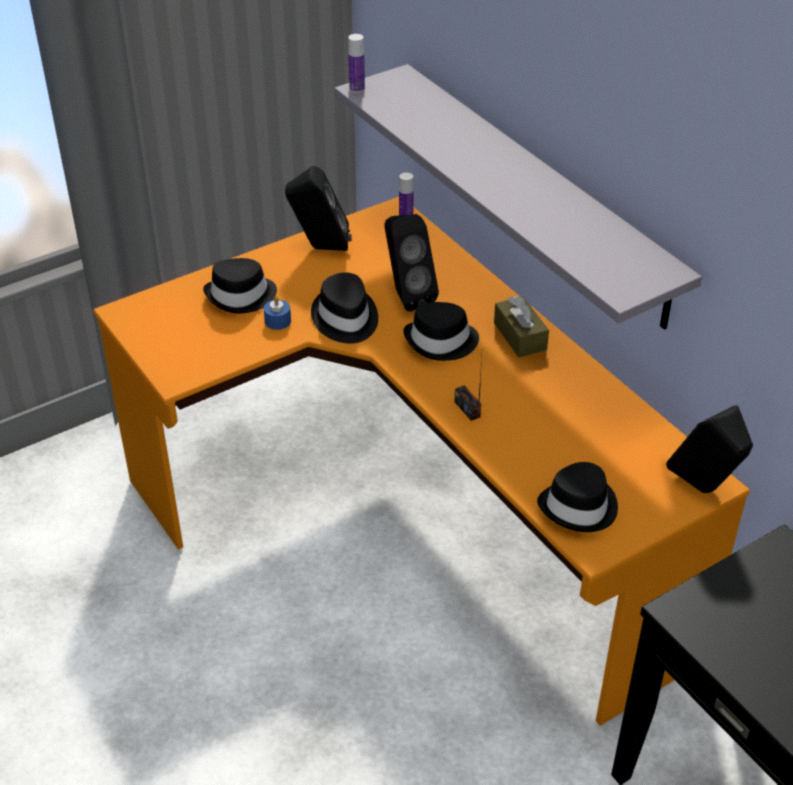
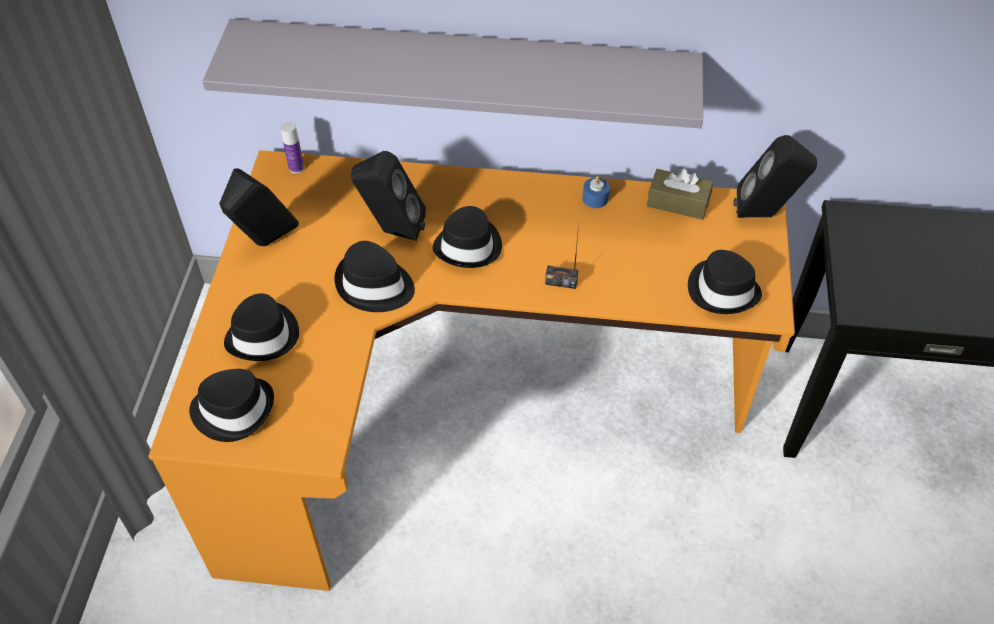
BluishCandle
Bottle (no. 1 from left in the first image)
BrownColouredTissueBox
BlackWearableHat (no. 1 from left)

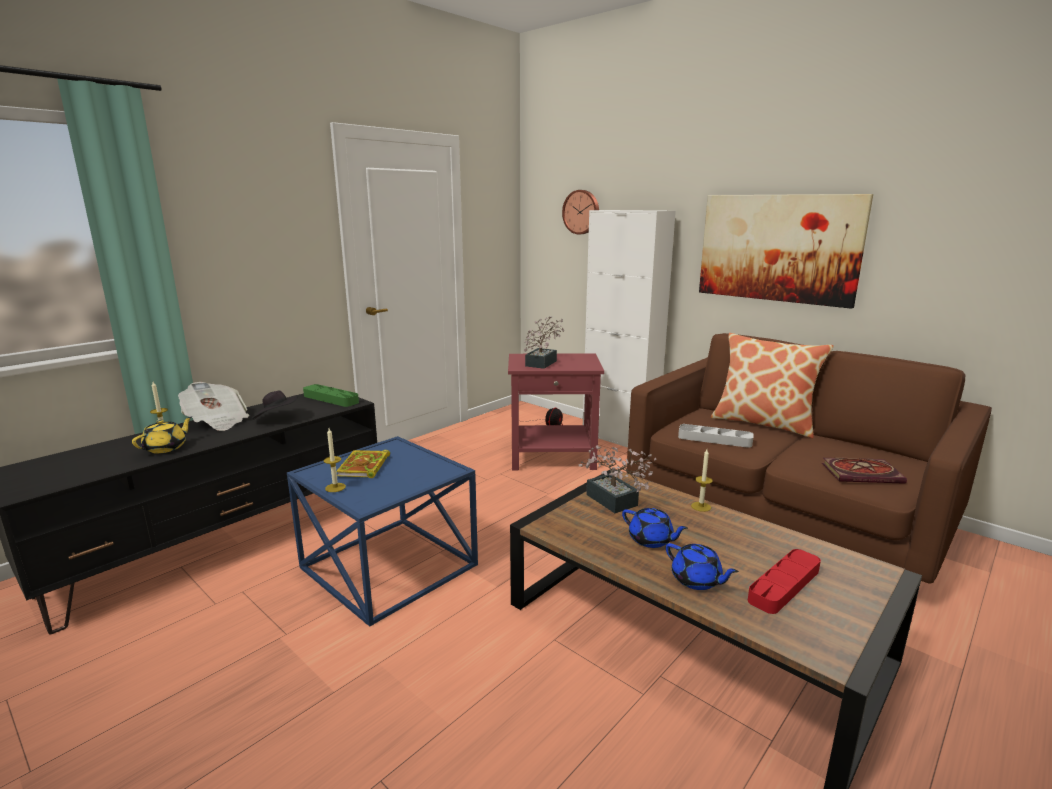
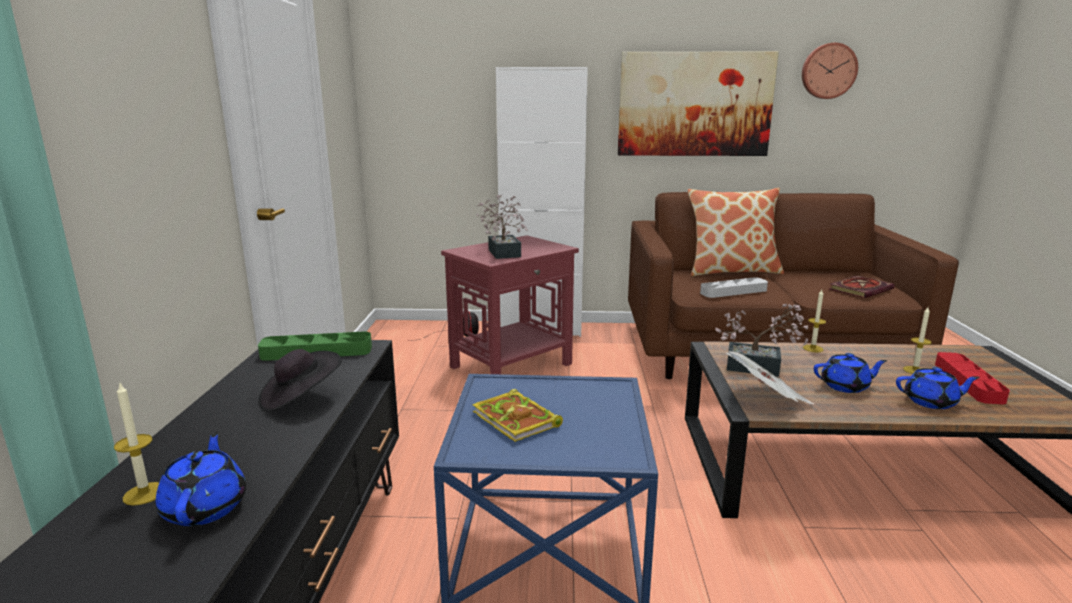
BluishTeaPot (no. 1 from left)
Newspaper
Candle (no. 3 from left)
WallClock

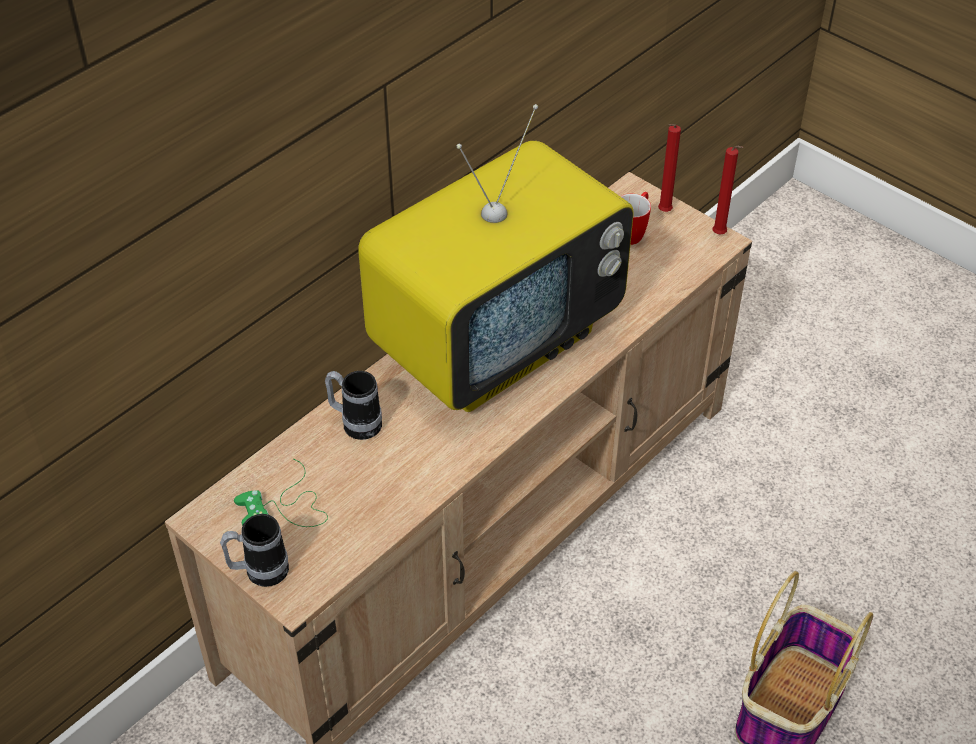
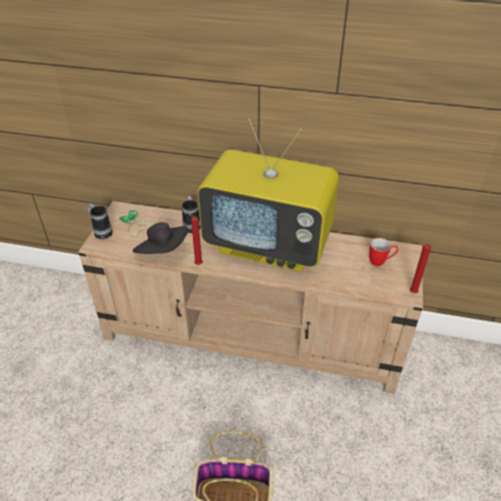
ReddishCandle (no. 1 from left)
BlackWearableHat

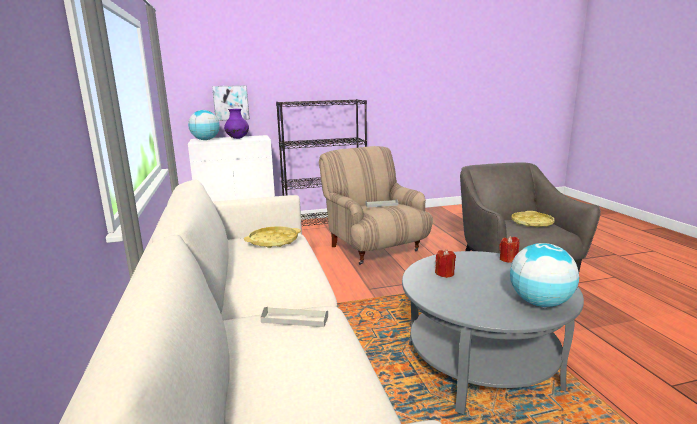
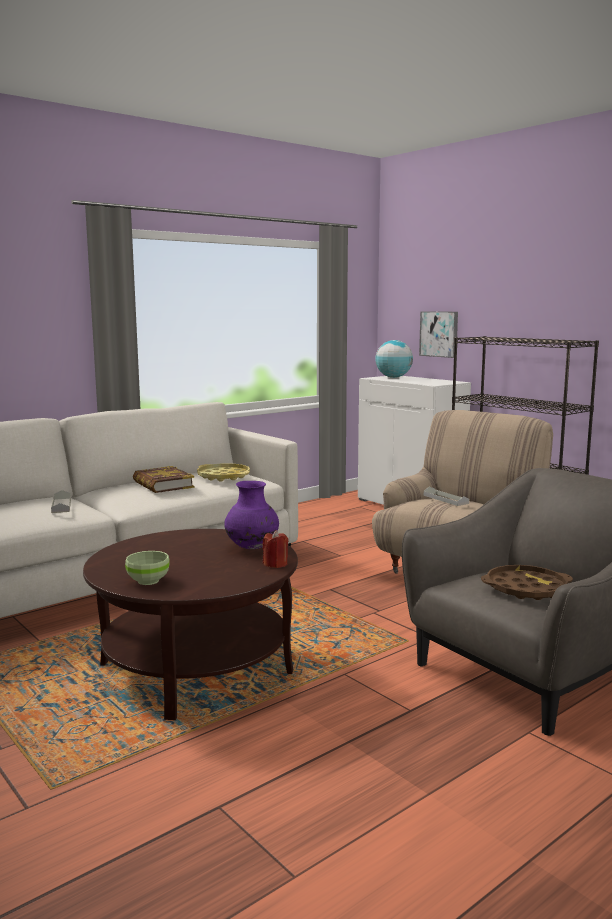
PurpleDecorativeVase
BrownColouredCoffeeTable
ReddishCandle (no. 1 from left in the first image)
GreenColouredServingBowl
BrownColouredServingTray
BoundBook

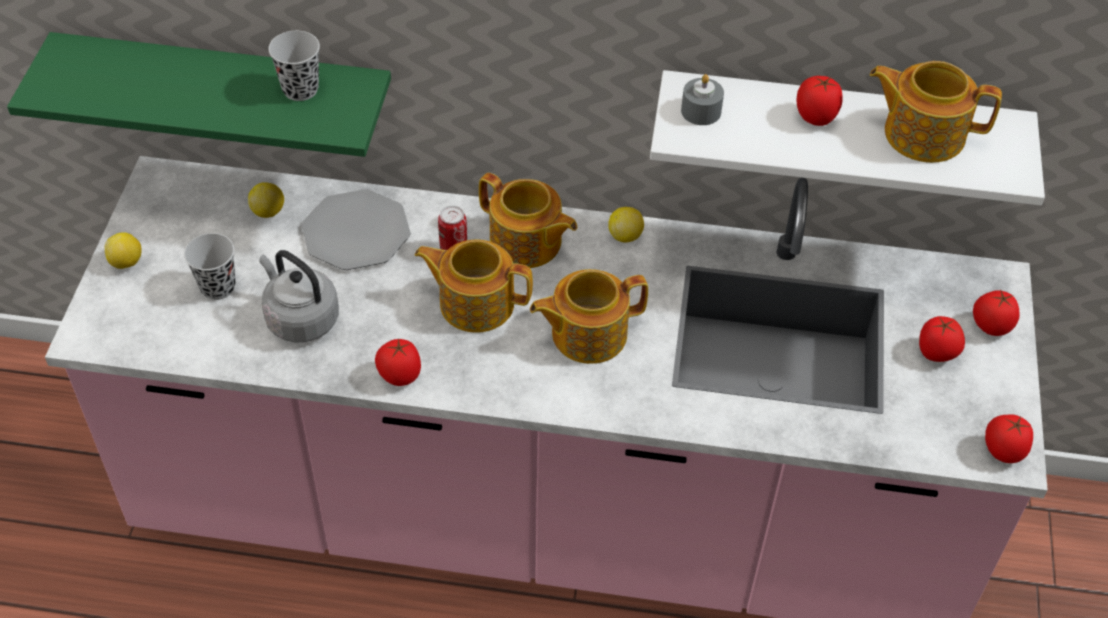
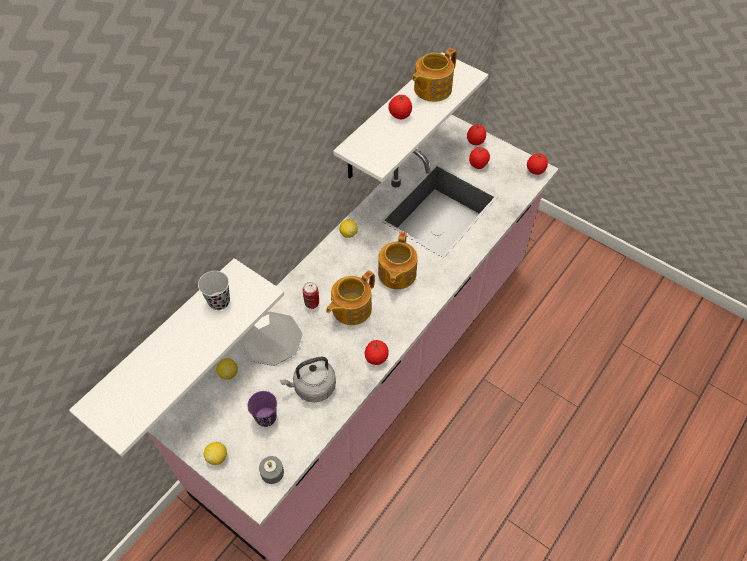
WhitishWallShelf (no. 1 from left)
PurpleCup
TeaPot (no. 2 from left in the first image)
GreyishCandle

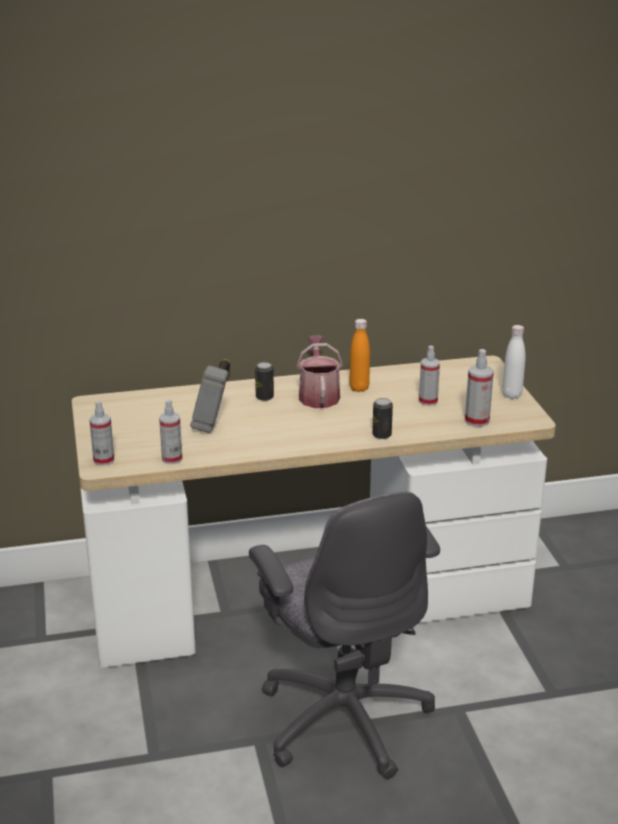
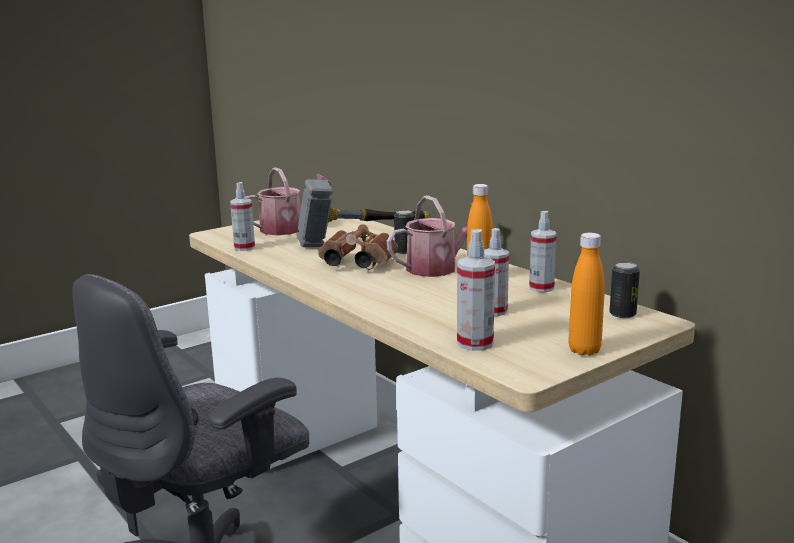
SprayBottle (no. 4 from left)
Can (no. 2 from left)
OrangeColouredBottle (no. 2 from left)
SprinklingCan (no. 1 from left)
BrownColouredPairOfBinoculars

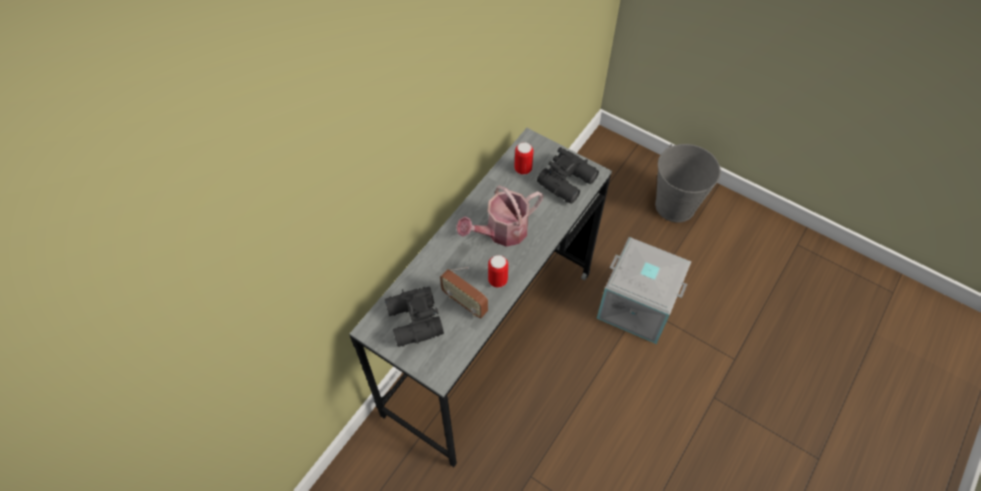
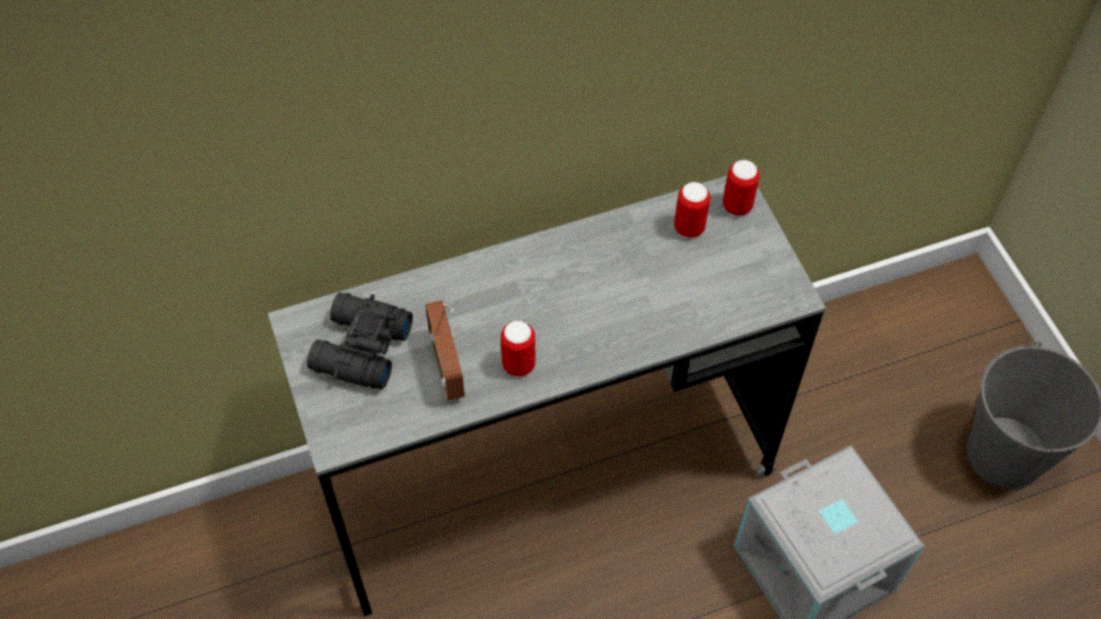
SprinklingCan
BlackPairOfBinoculars (no. 2 from left in the first image)
Can (no. 3 from left)

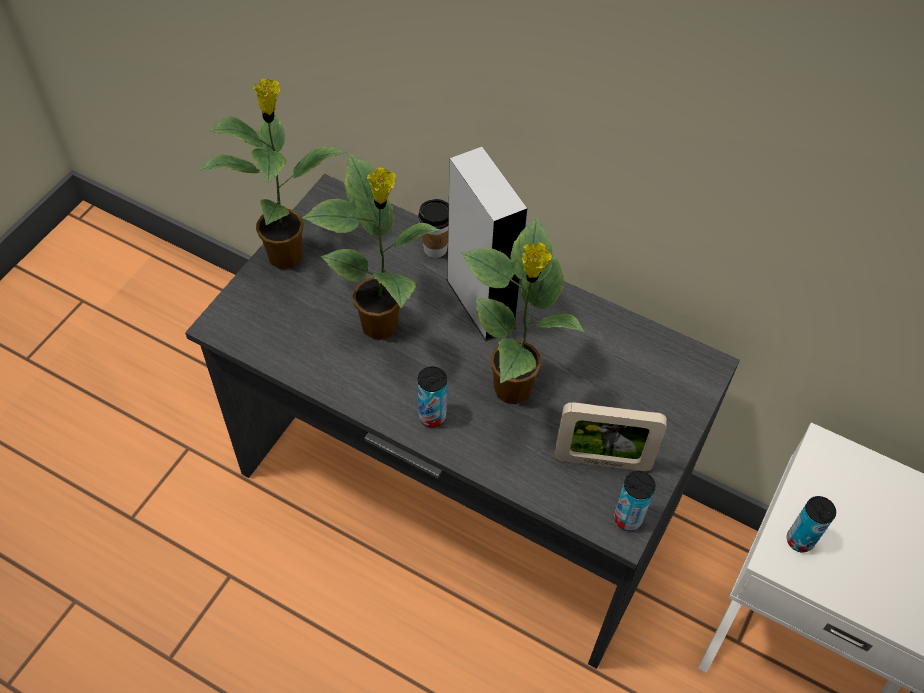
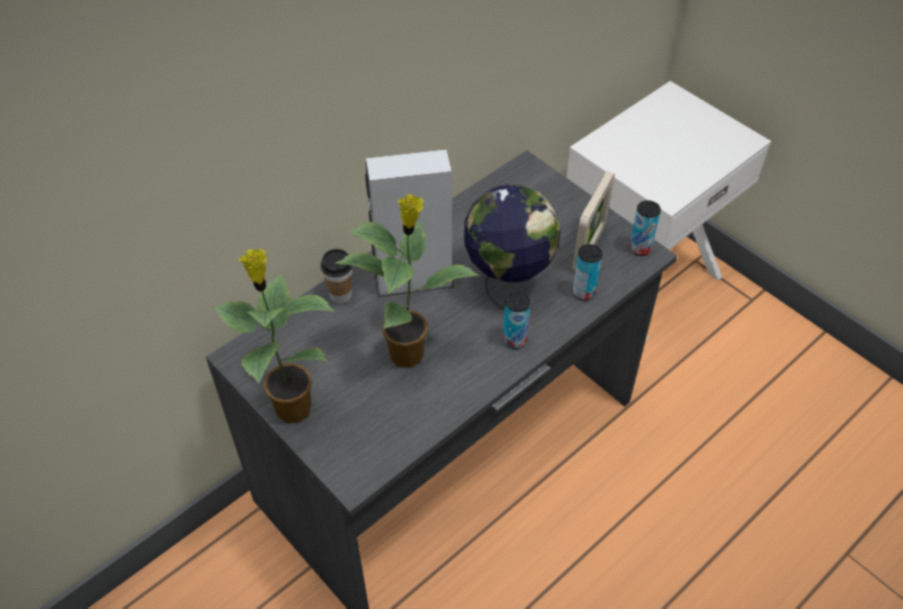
Globe
Can (no. 2 from left)

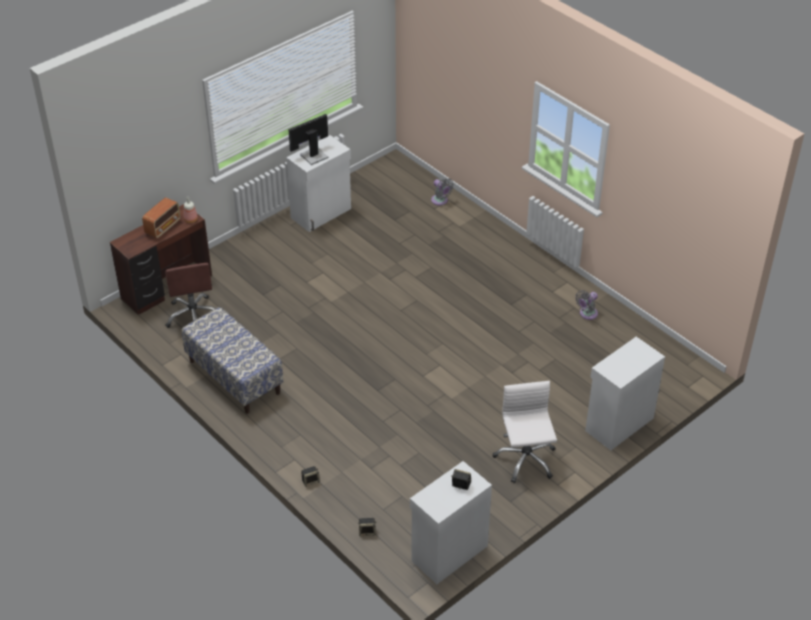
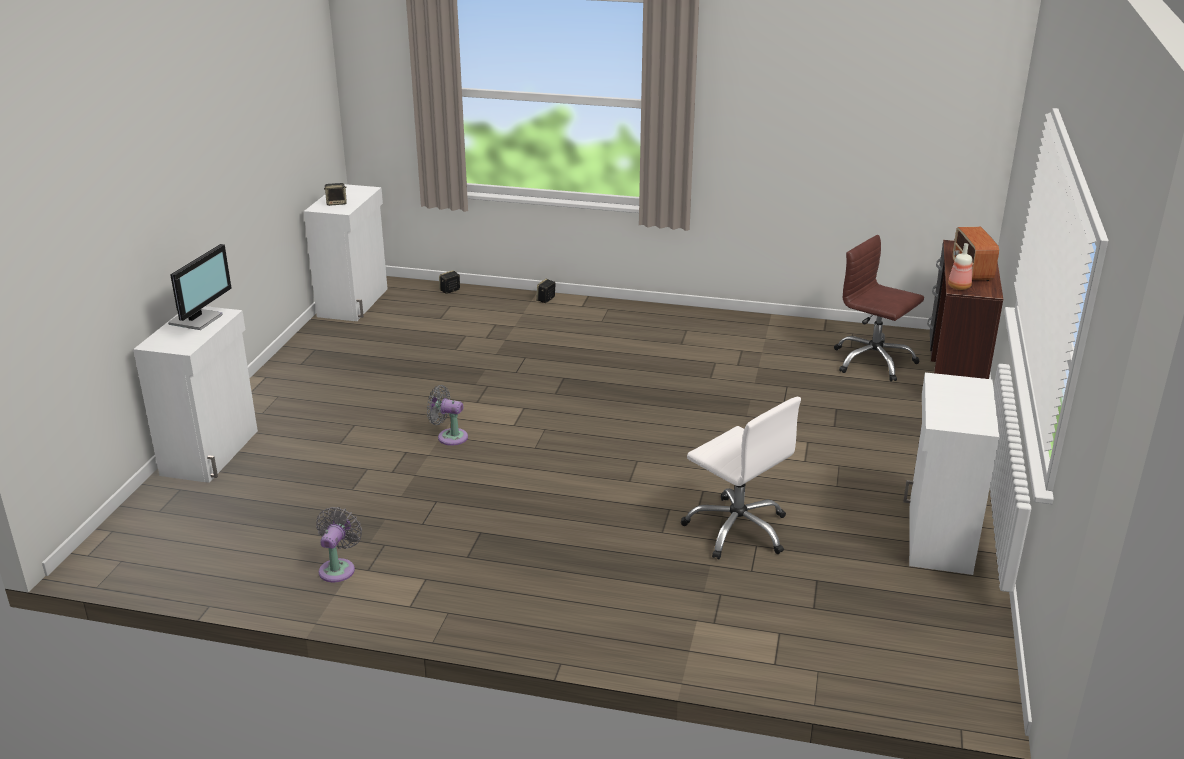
IndoorBench
ComputerScreen
GreyishCoolingFan (no. 2 from left)
WhitishOfficeChair

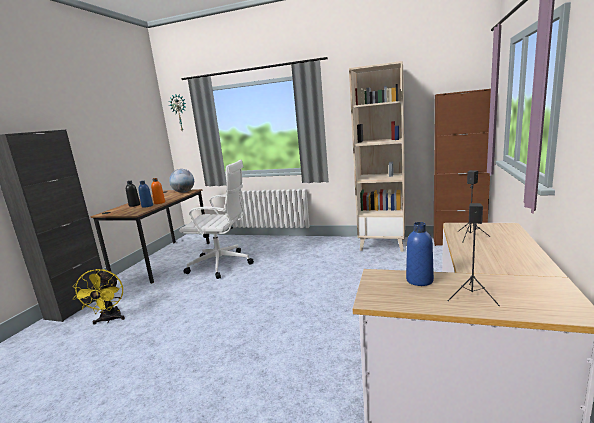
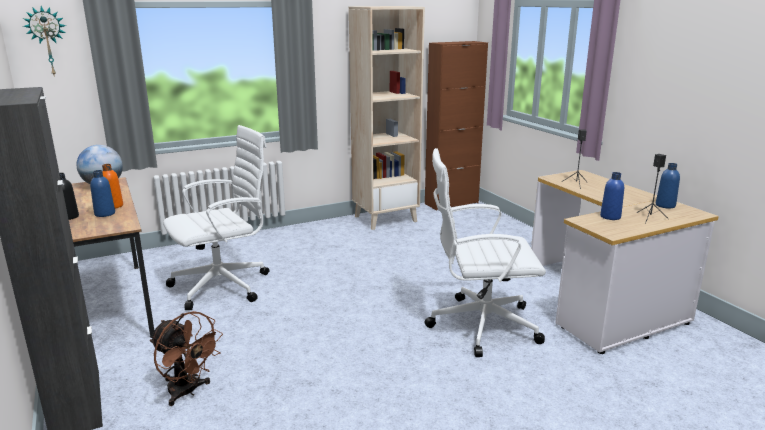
BrownColouredCoolingFan
WhitishOfficeChair (no. 2 from left)
BluishBottle (no. 3 from left)

